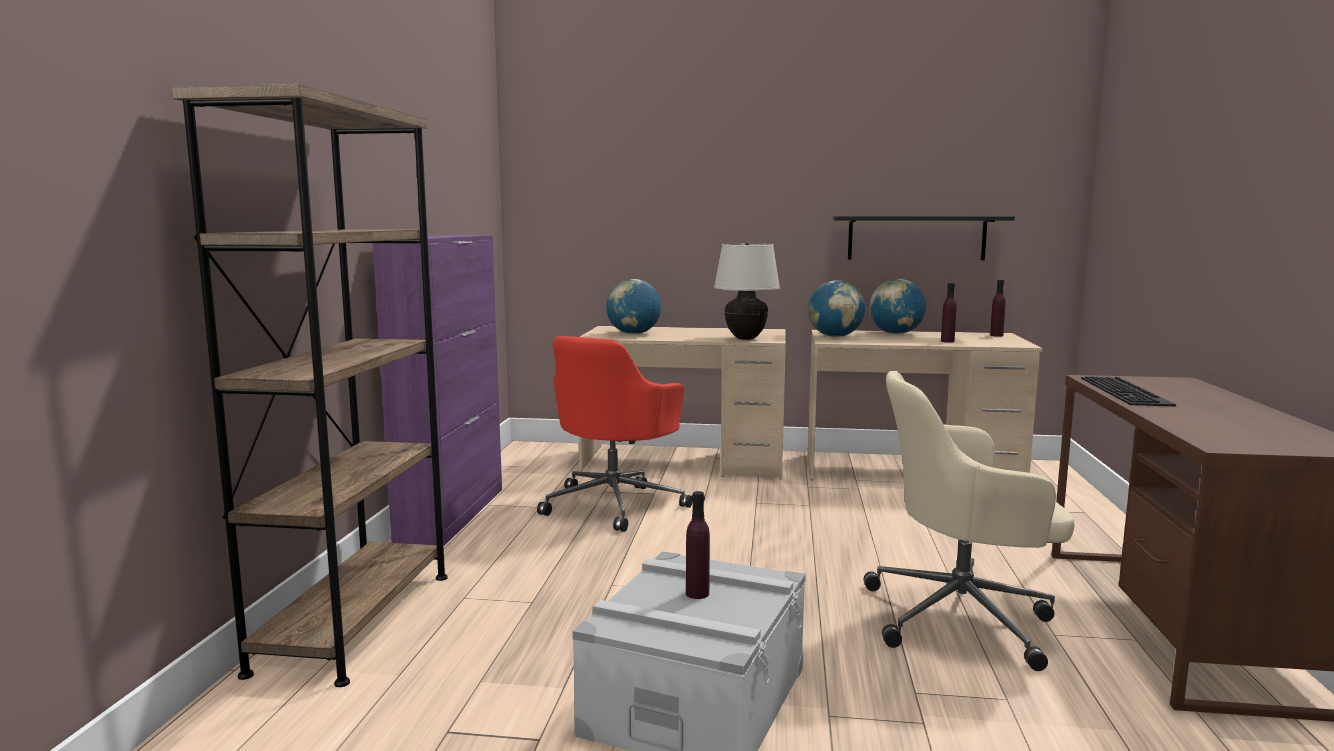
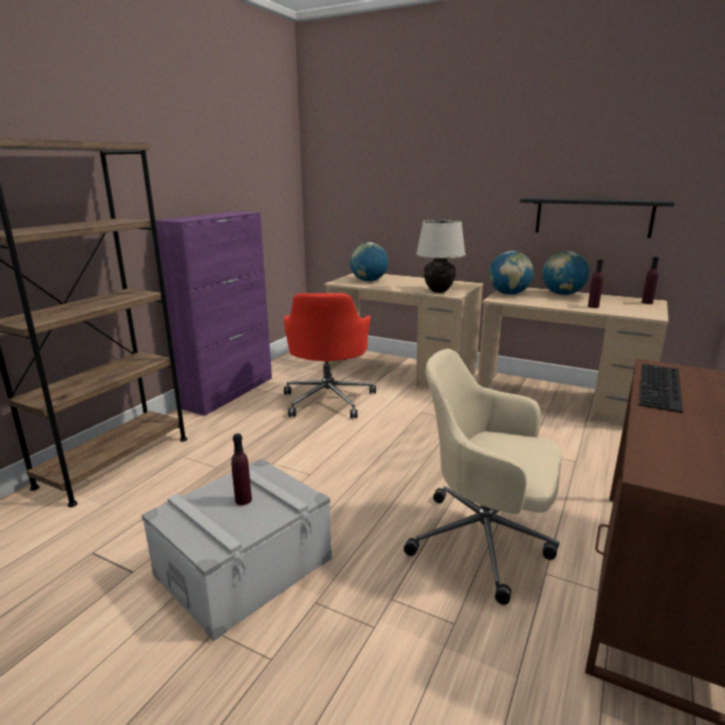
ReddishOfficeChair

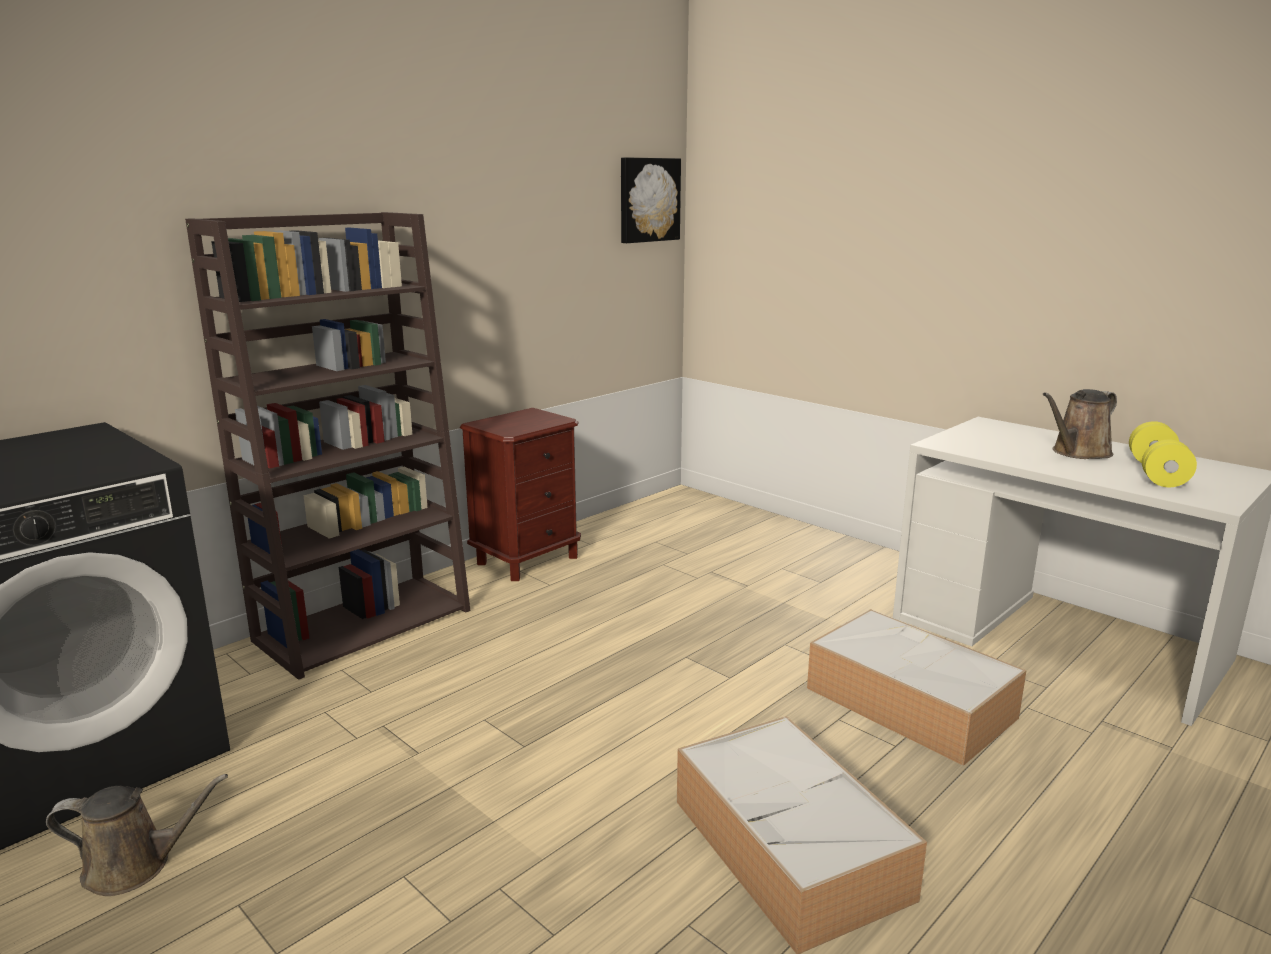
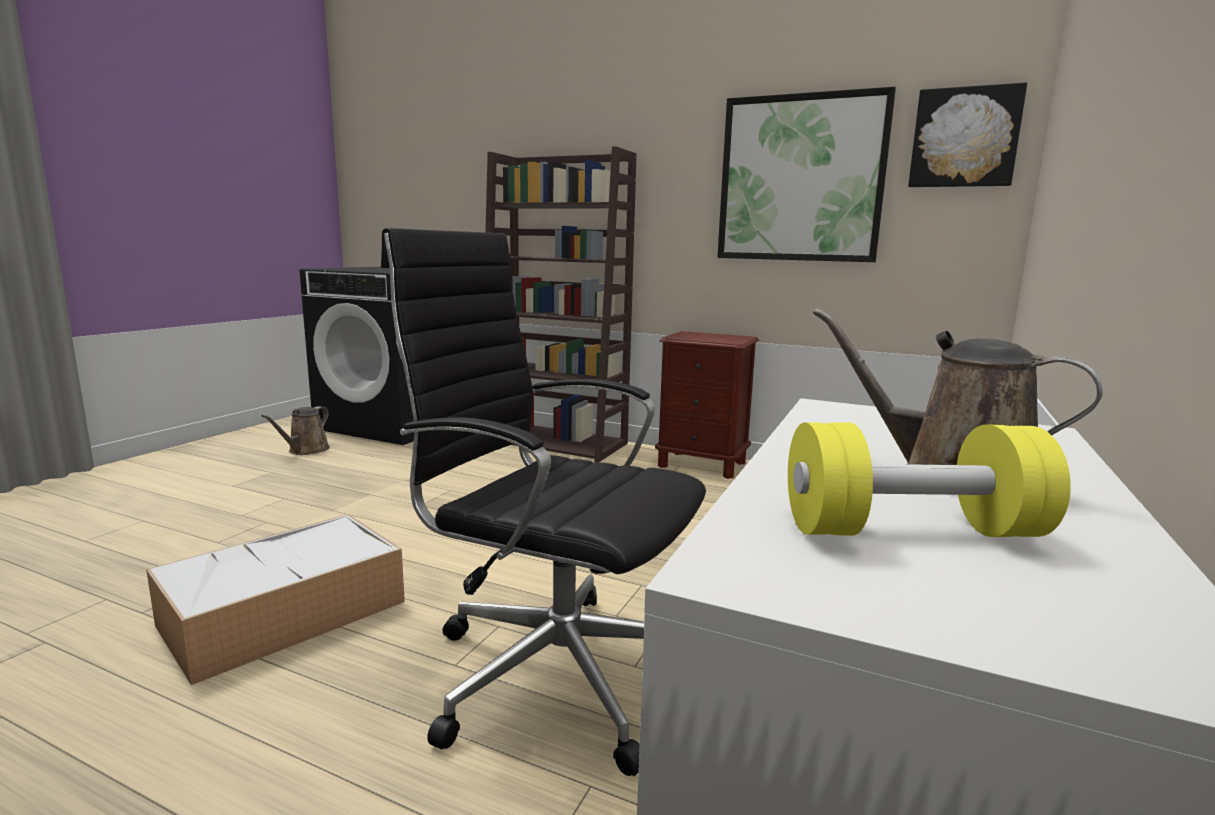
BrownColouredSprinklingCan (no. 1 from left)
BlackOfficeChair
WallArt (no. 1 from left)

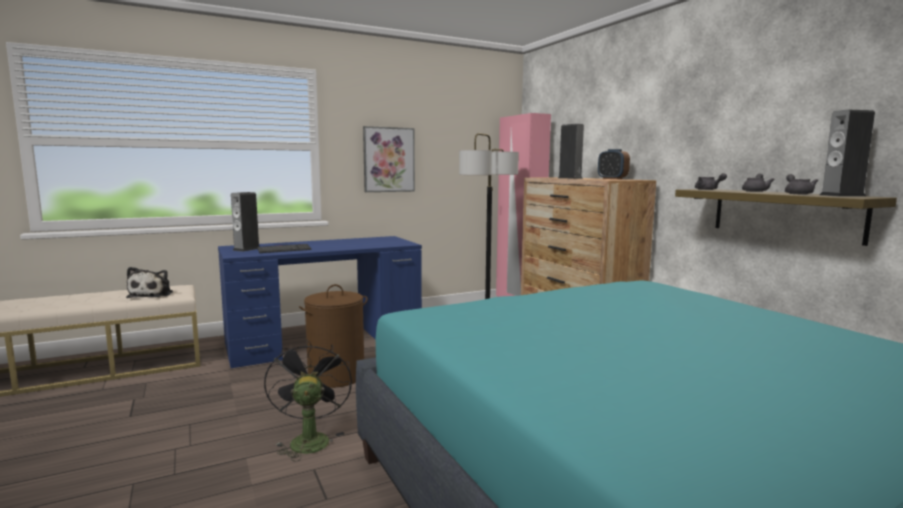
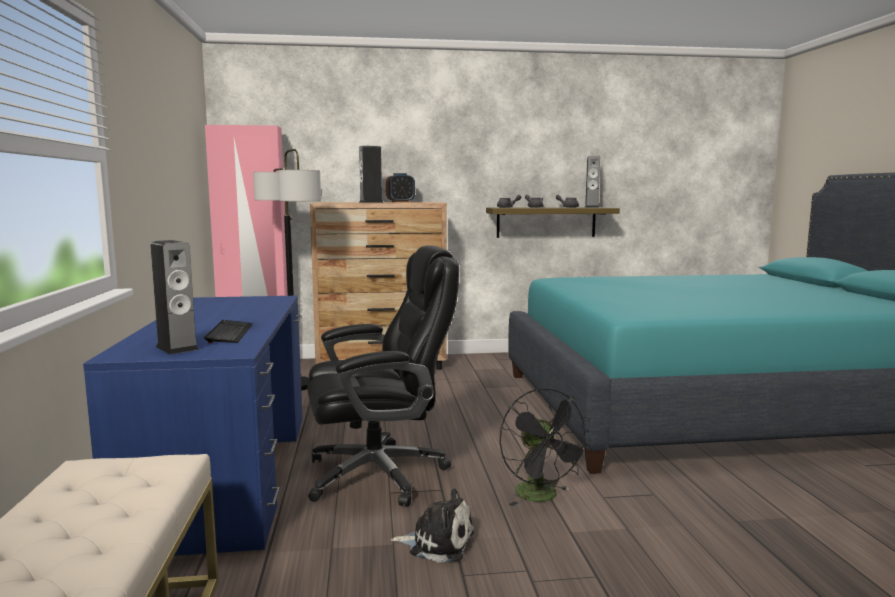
PlushToy
BlackCoolingFan
BlackOfficeChair
WallArt

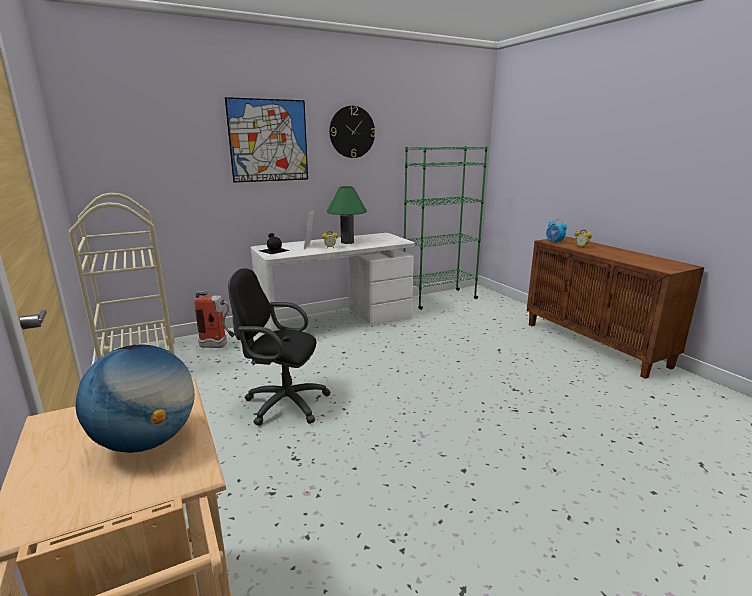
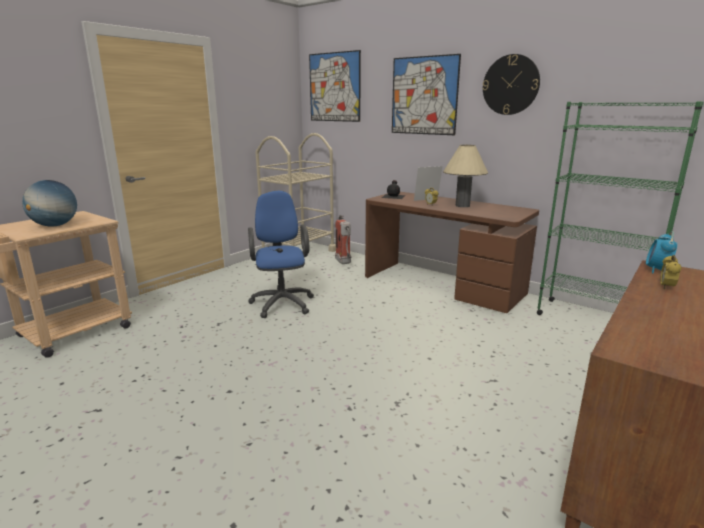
BluishOfficeChair
BrownColouredDeskTable
BeigeColouredTabletopLamp
WallArt (no. 1 from left)

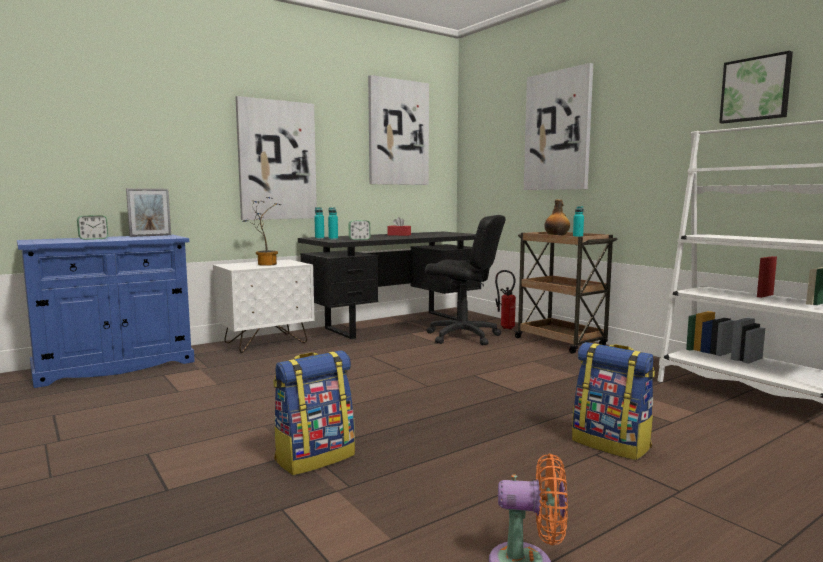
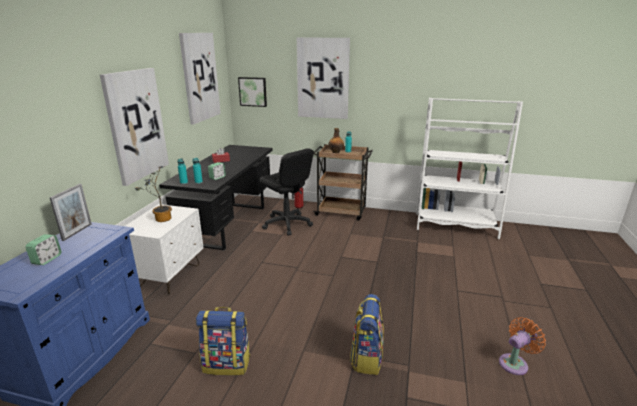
BlackOfficeChair
Backpack (no. 1 from left)
WallArt (no. 3 from left)

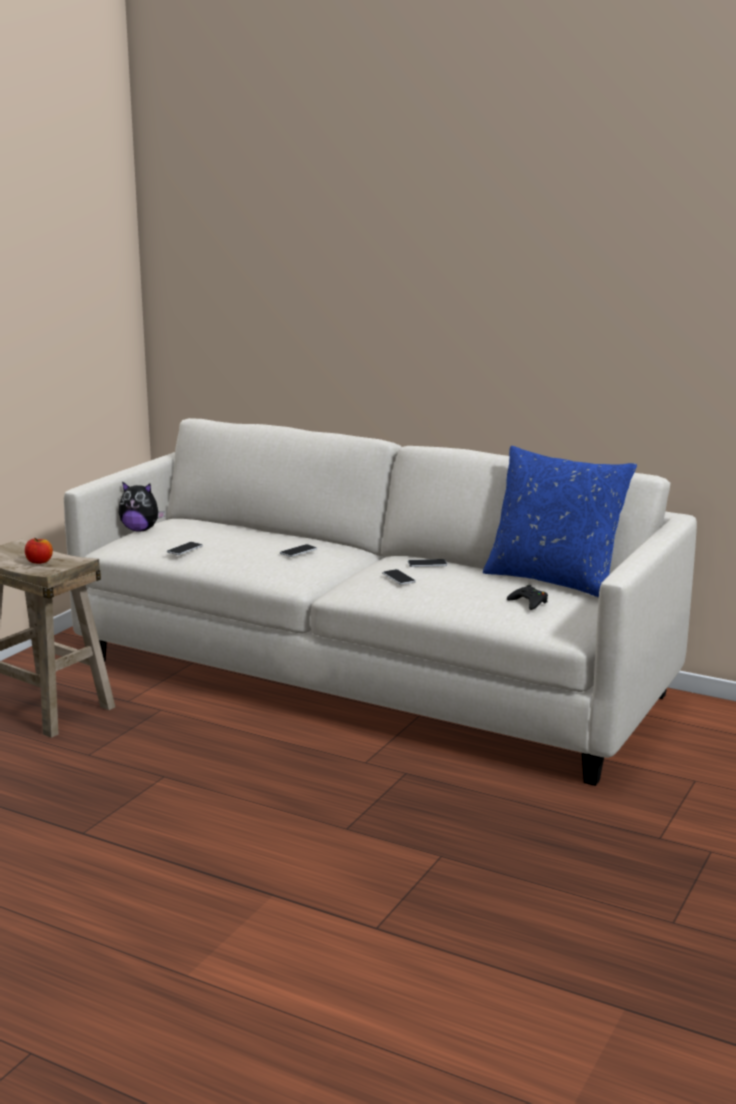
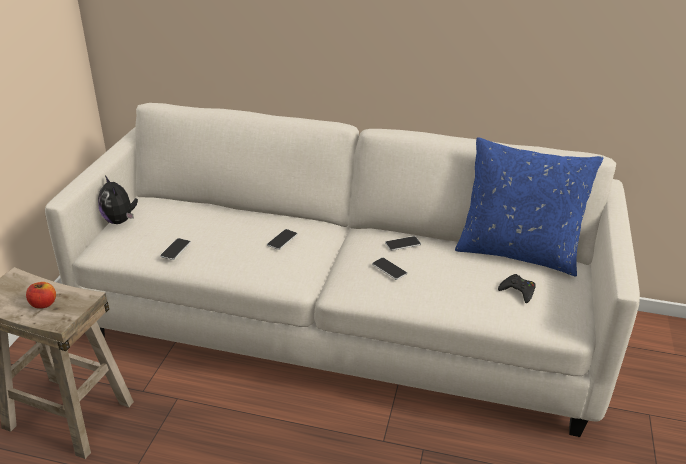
PlushToy

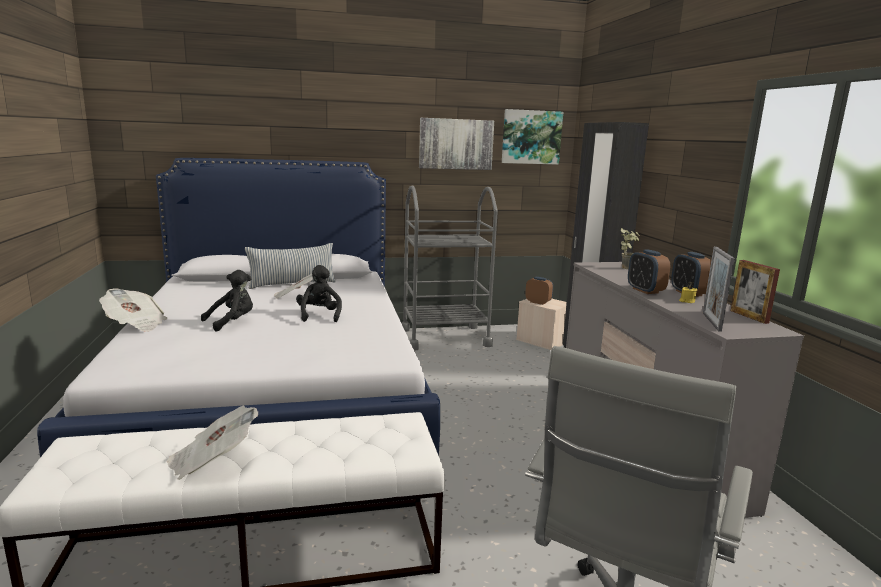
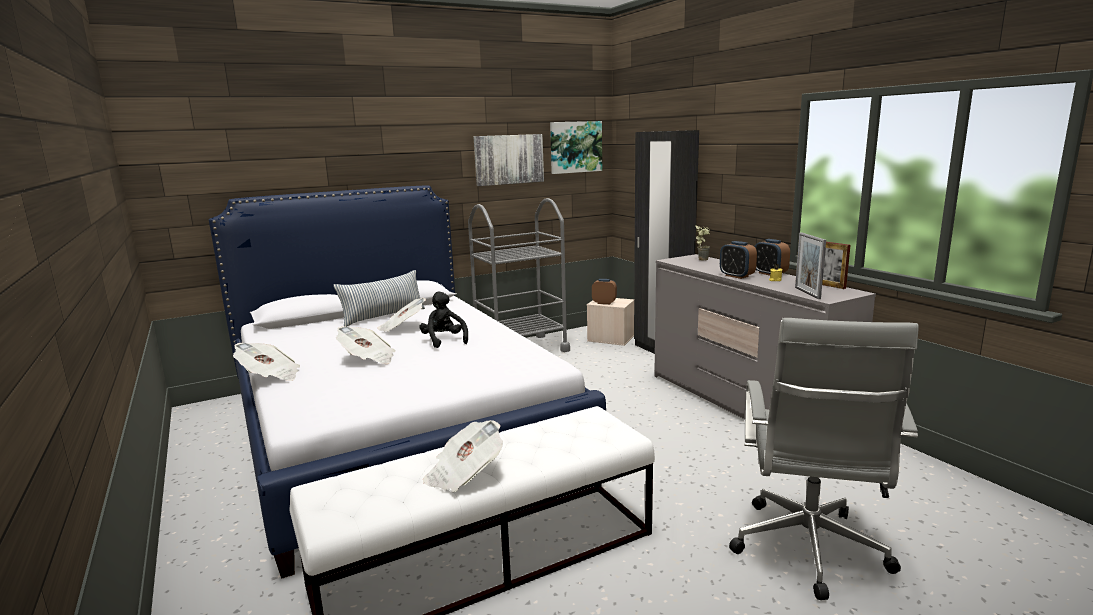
Newspaper (no. 2 from left)

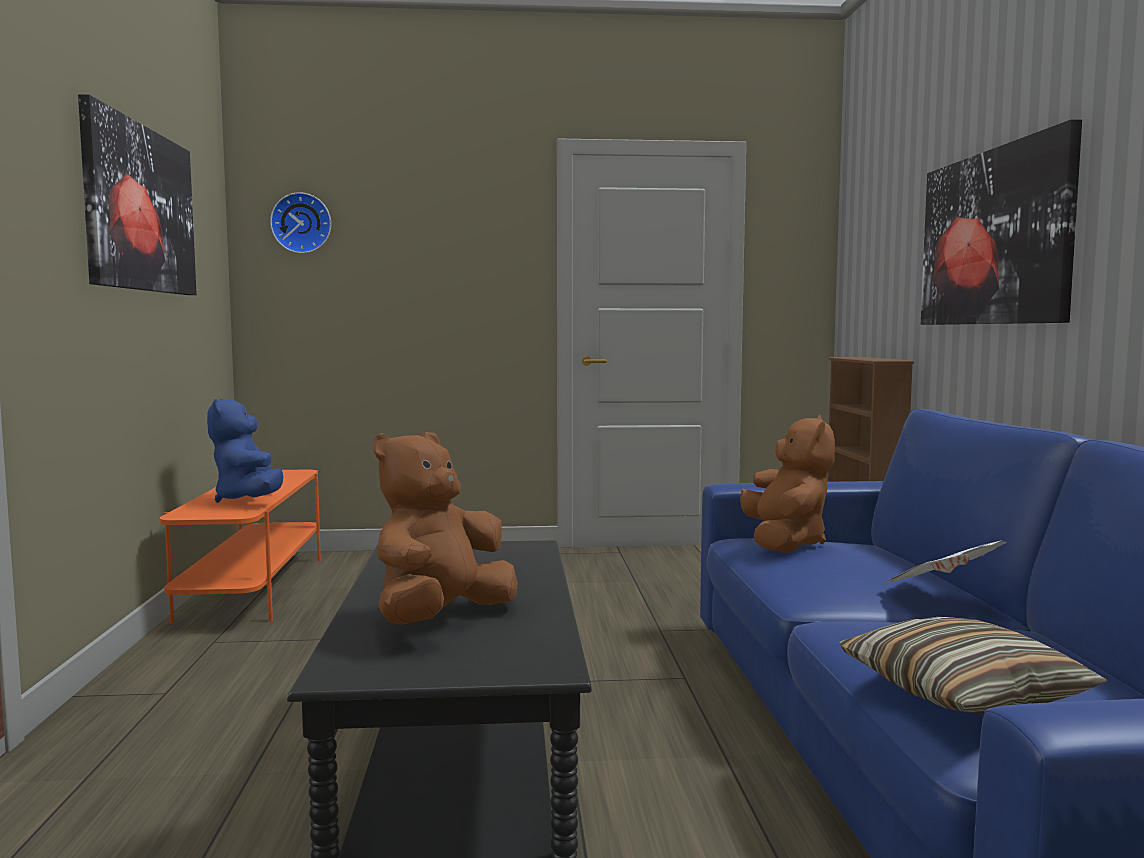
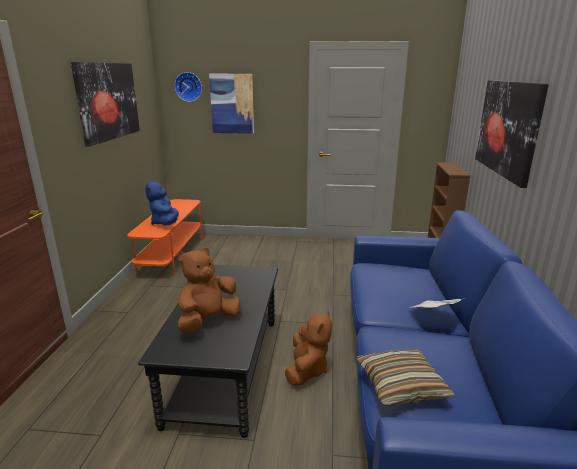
BrownColouredPlushToy (no. 2 from left)
WallArt (no. 2 from left)

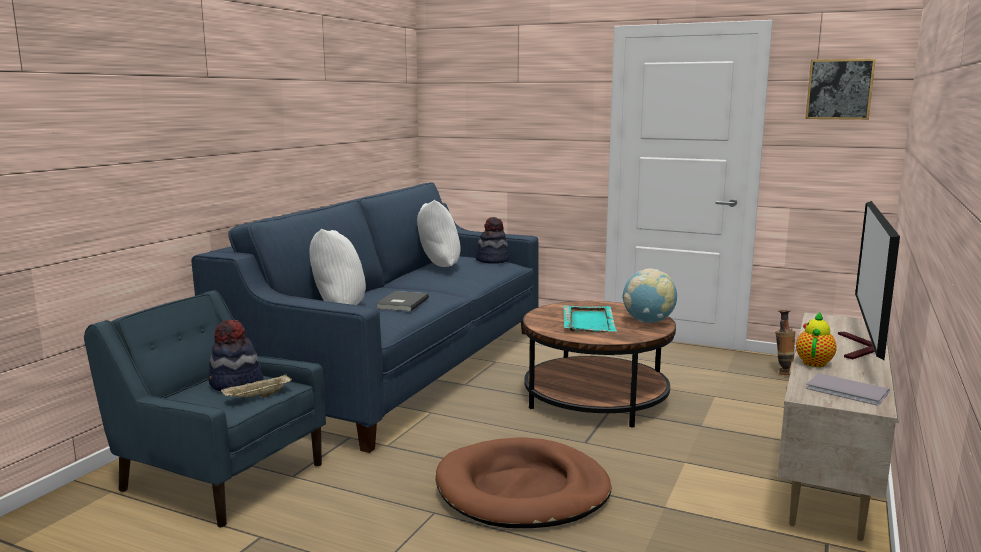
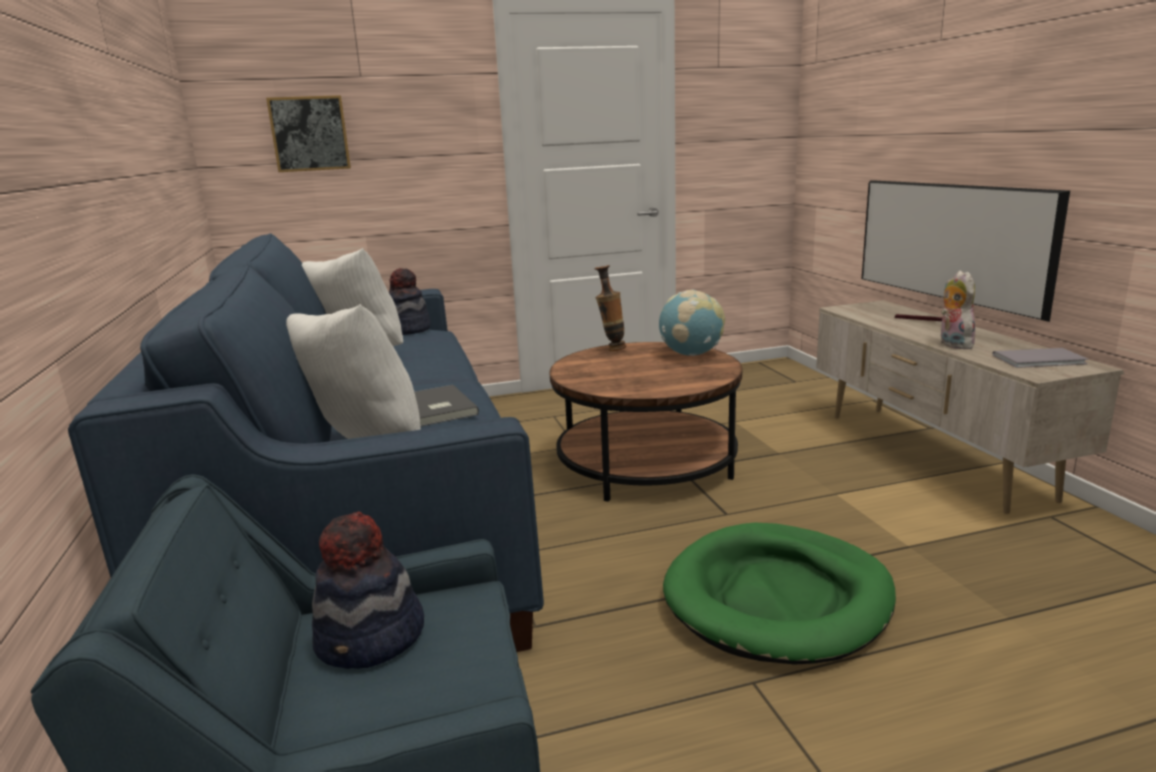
BeigeColouredServingTray
GreenColouredDogBed
TurquoiseColouredServingTray
DecorativeVase
PlushToy
WallArt

